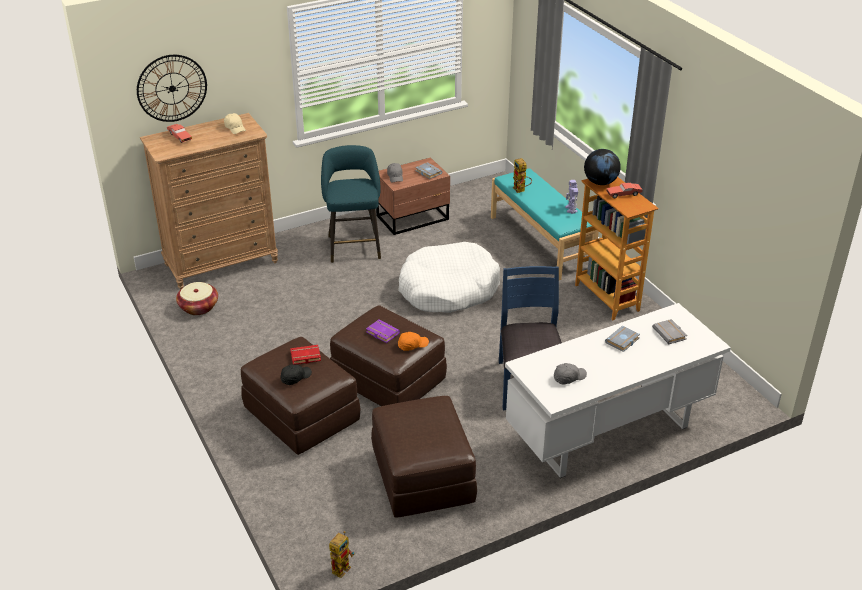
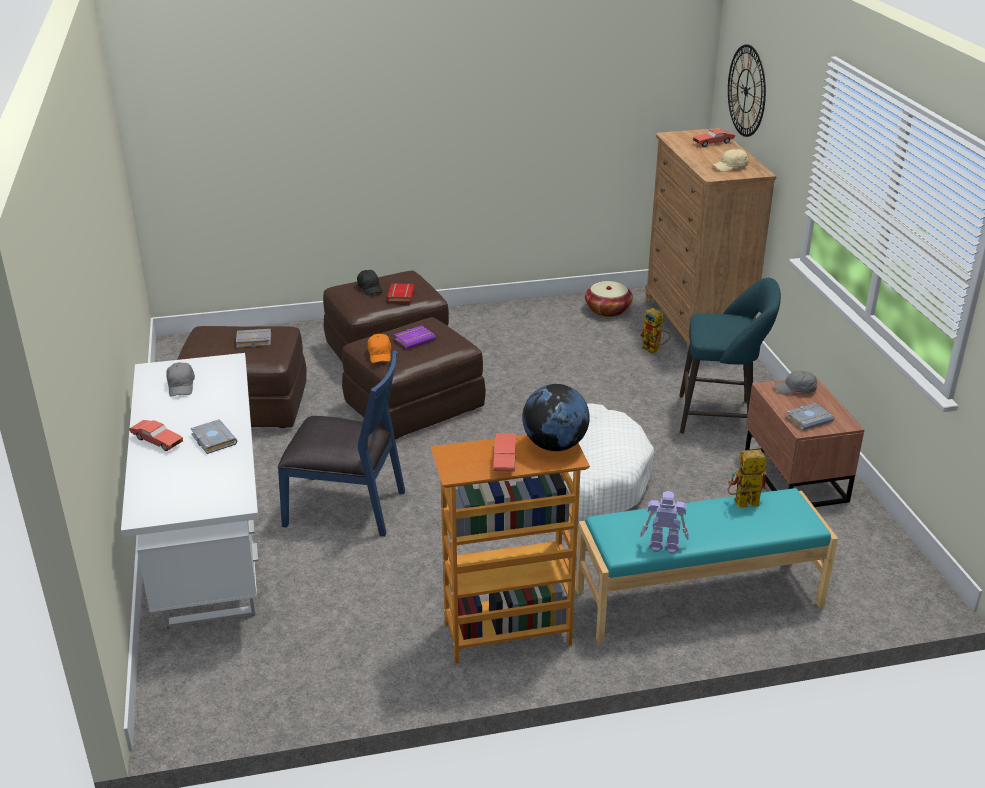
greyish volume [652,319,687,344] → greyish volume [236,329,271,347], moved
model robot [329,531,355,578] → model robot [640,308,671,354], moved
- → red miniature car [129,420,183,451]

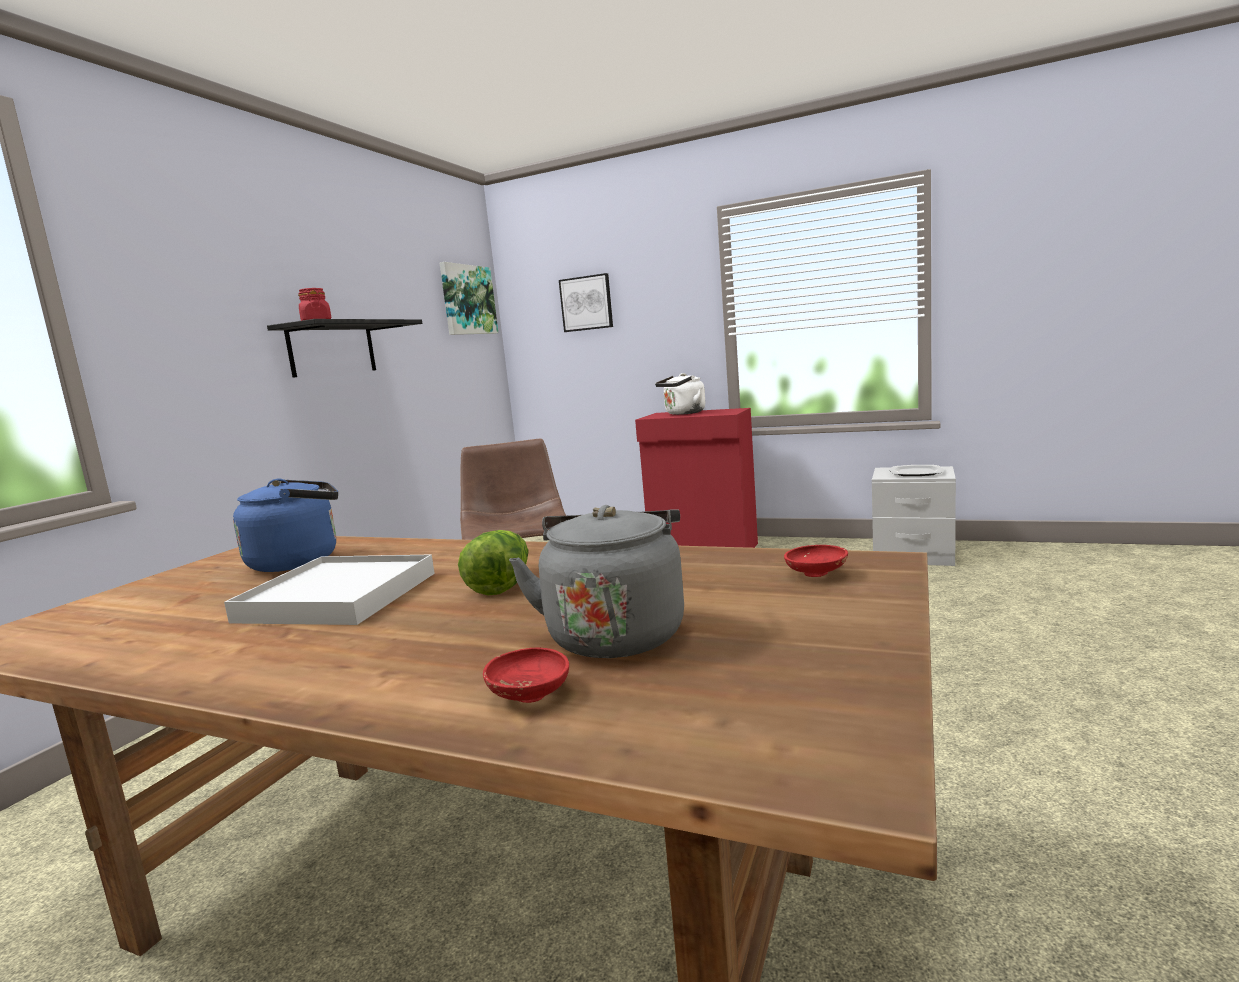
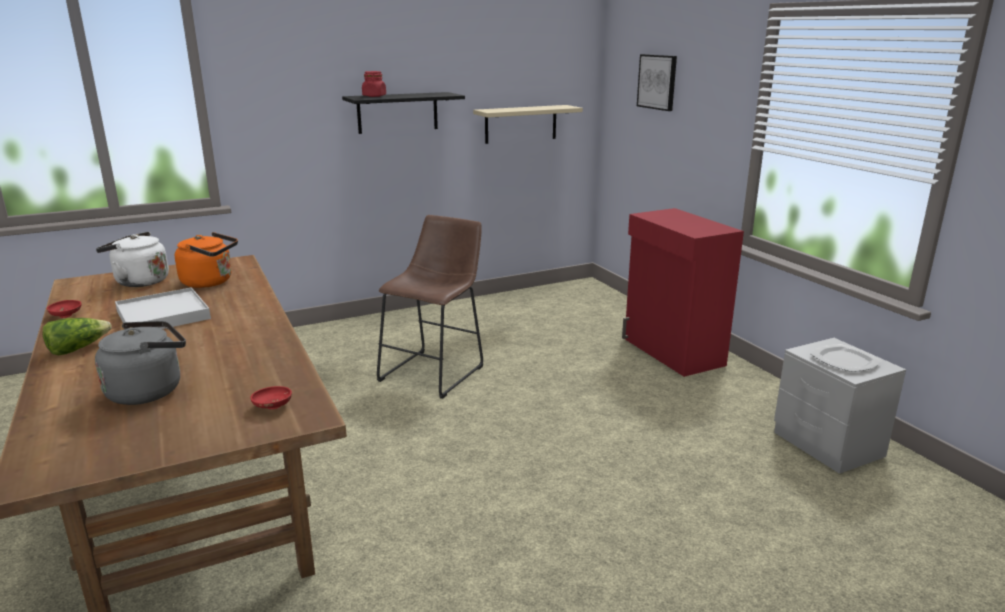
picture [440,262,498,335] → -
white-coloured water kettle [655,373,706,415] → white-coloured water kettle [96,232,169,287], moved
blue-coloured water kettle [233,479,338,572] → orangey water kettle [175,232,238,288]
lettuce head [458,530,528,596] → lettuce head [42,318,112,356], moved
red serving bowl [483,648,569,703] → red serving bowl [47,300,81,318], moved
- → sand-coloured wall shelf [473,105,583,144]

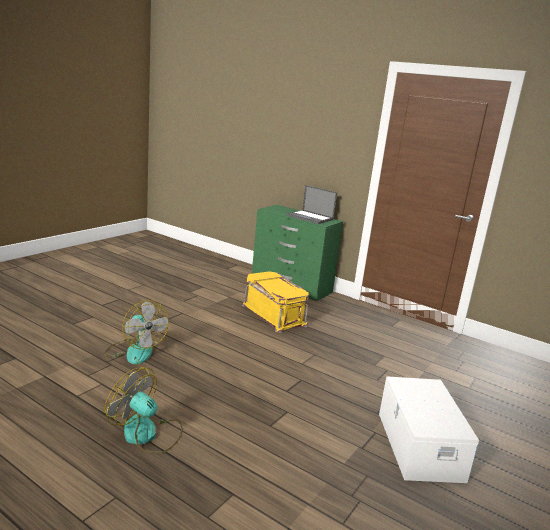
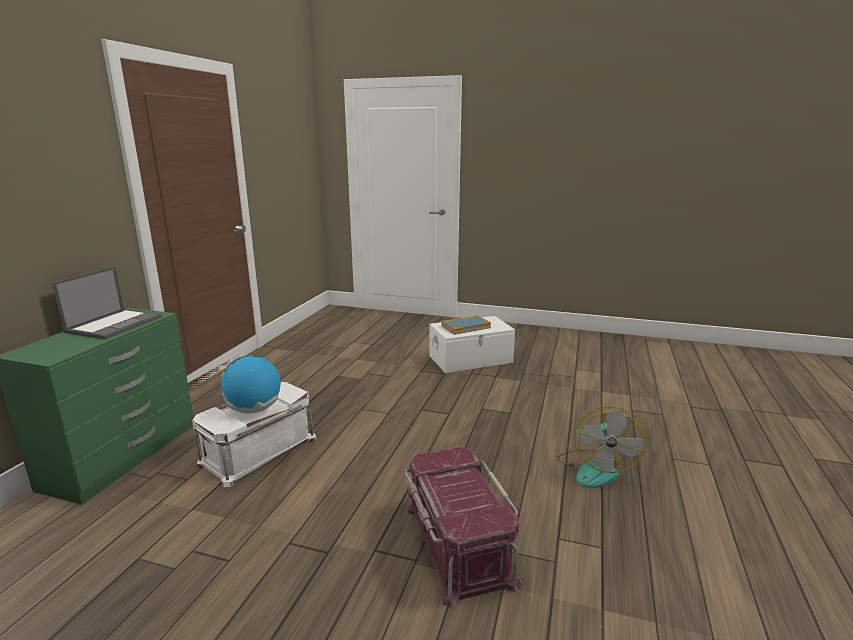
yellow storage box [242,271,310,333] → white-coloured storage box [192,382,317,487]
cooling fan [105,300,169,364] → red storage box [404,447,521,608]
- → volume [442,315,491,335]
- → desk globe [221,355,281,413]

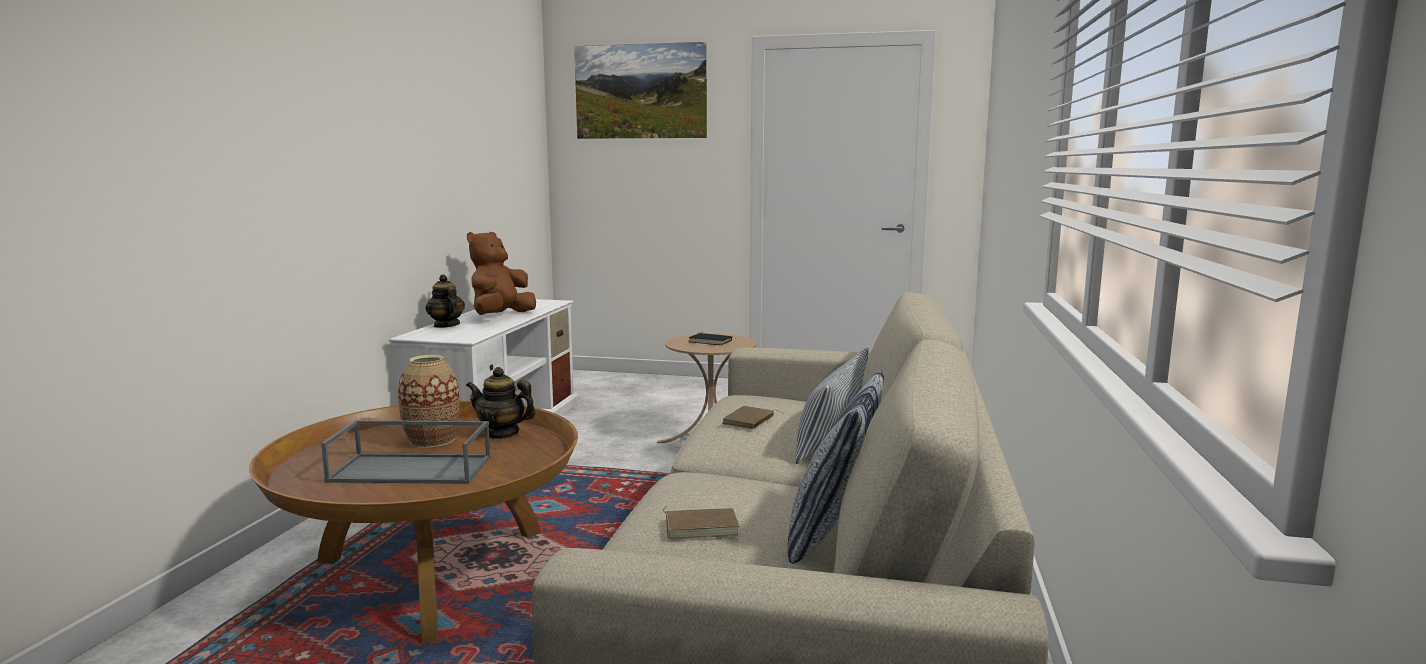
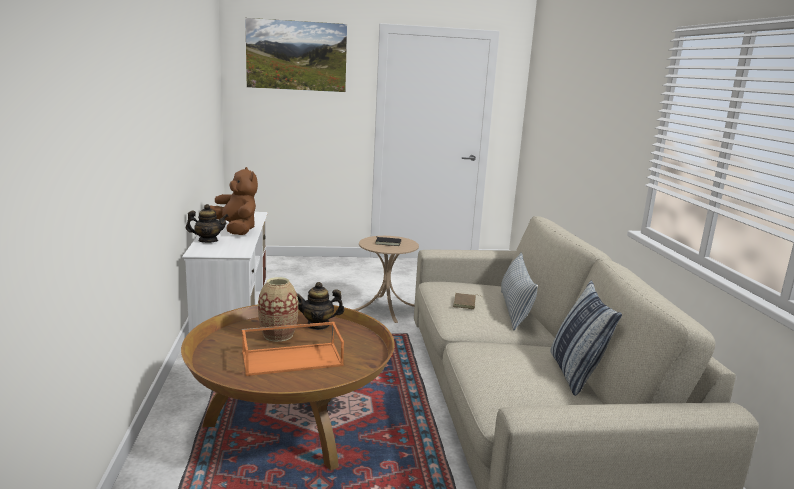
brownish soft toy [467,232,536,315] → brownish soft toy [209,167,258,235], 135 degrees clockwise
pot for tea [425,274,465,328] → pot for tea [186,204,229,243], 135 degrees clockwise
greyish tray [321,420,491,484] → orangey tray [242,322,344,376]
brownish volume [663,506,740,539] → -

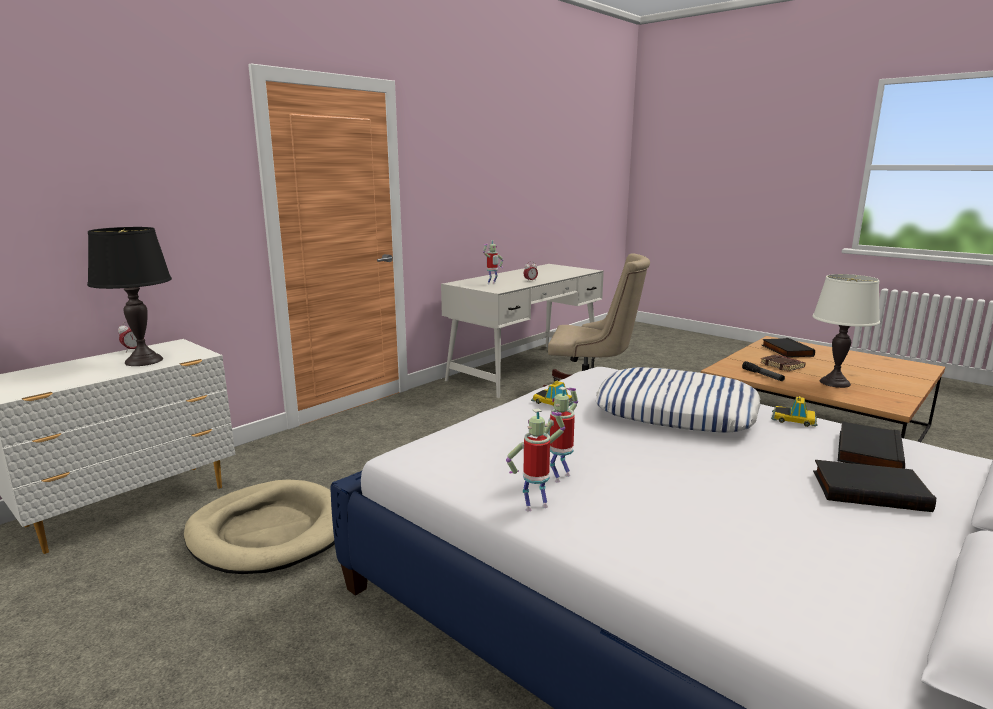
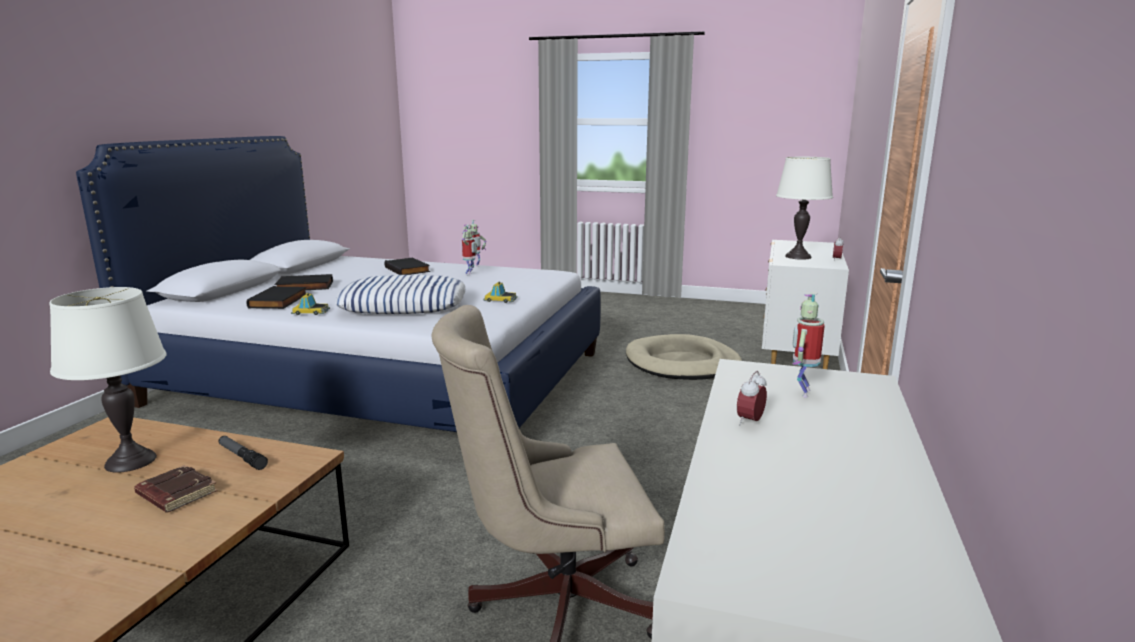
black-coloured table lamp [87,227,172,366] → white-coloured table lamp [776,157,833,260]
black-coloured volume [762,338,815,358] → black-coloured volume [384,258,430,275], moved

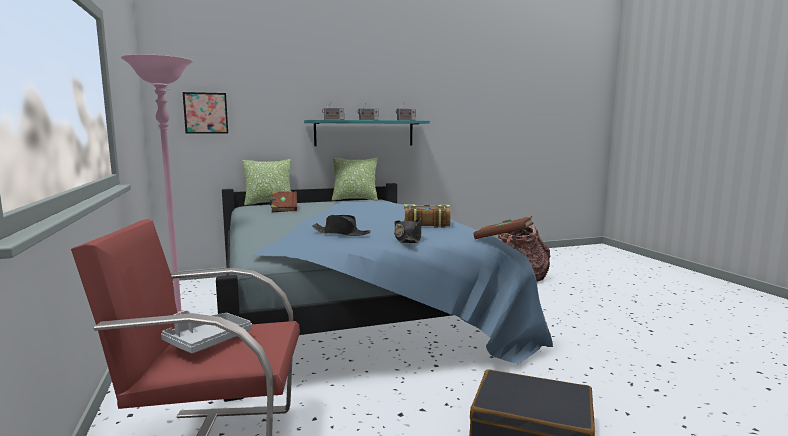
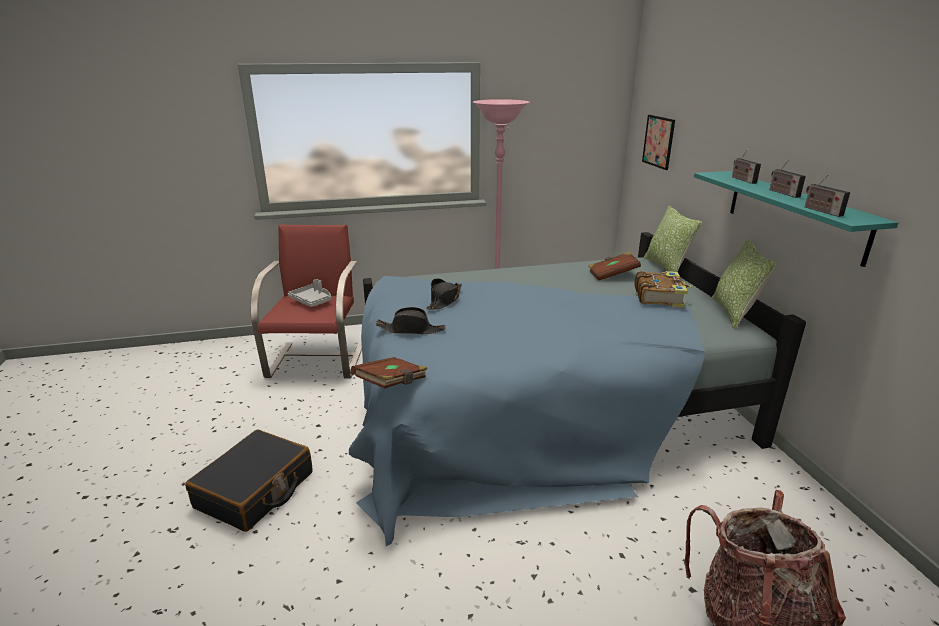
volume [404,204,451,228] → volume [634,271,692,308], moved

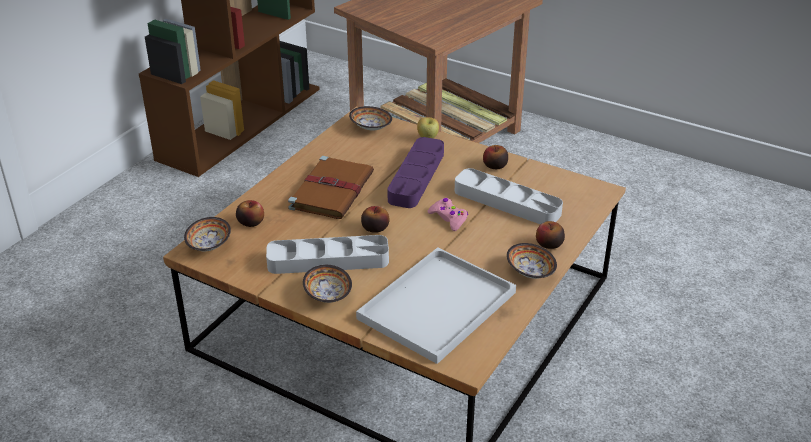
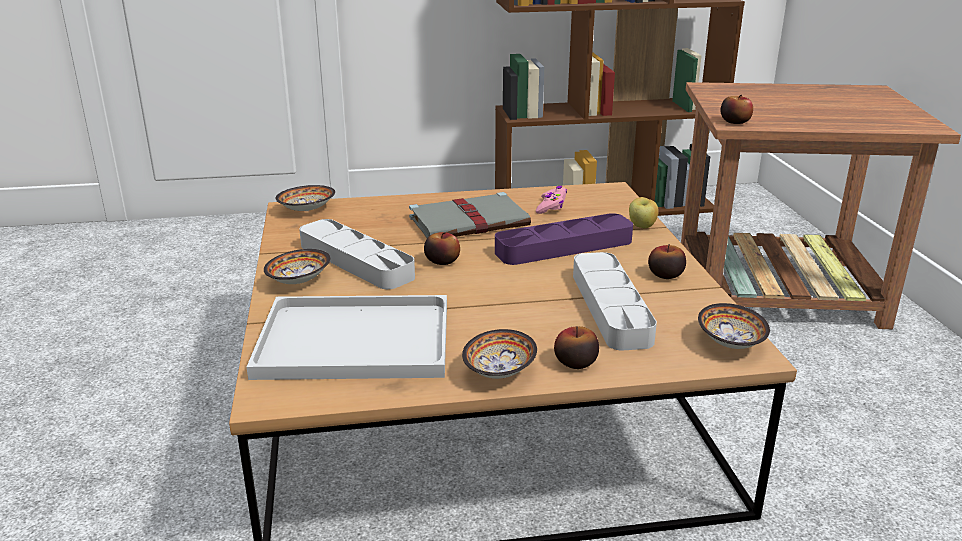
serving bowl [349,106,392,130] → serving bowl [698,303,770,349], moved
brownish volume [288,156,374,219] → greyish volume [409,192,531,238]
pink-coloured gamepad [428,198,468,231] → pink-coloured gamepad [536,186,567,214], moved
apple fruit [236,200,264,227] → apple fruit [720,95,753,124], moved

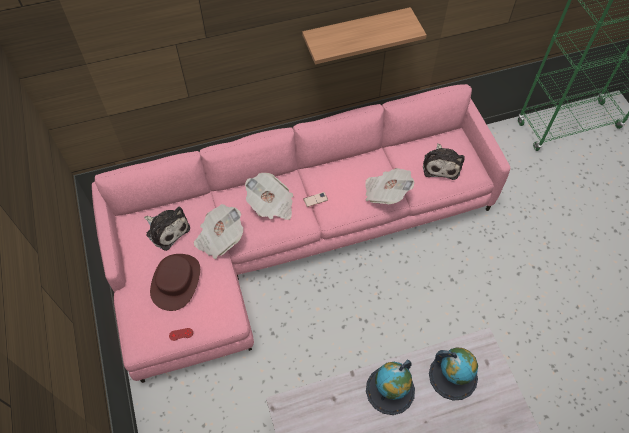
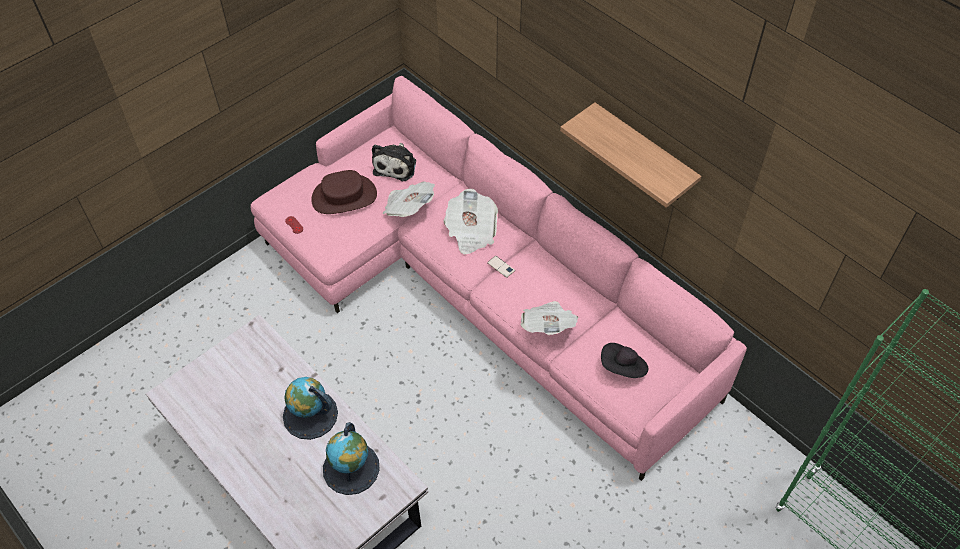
soft toy [423,143,465,180] → black-coloured clothing hat [601,343,648,378]

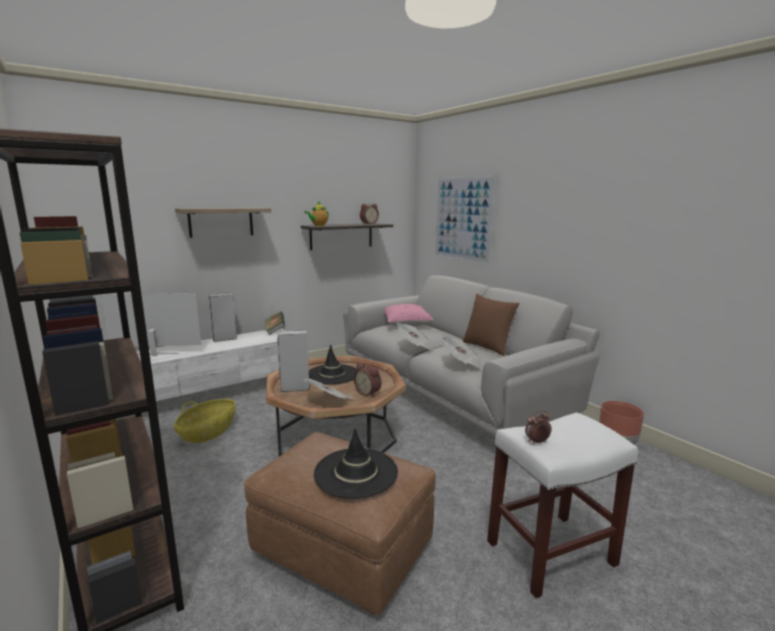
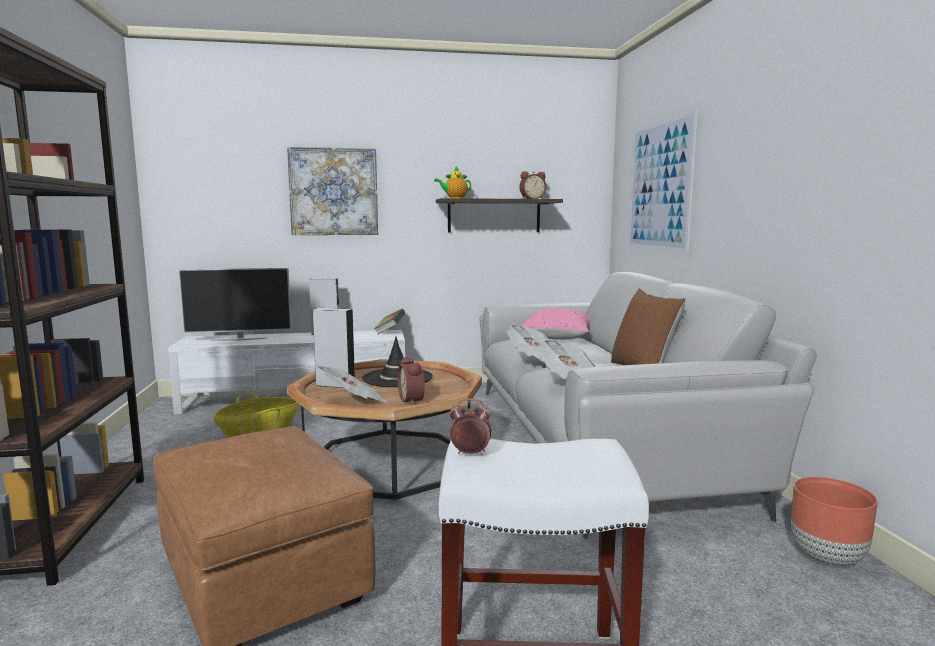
wall shelf [175,208,271,238] → picture [287,147,378,235]
TV set [101,293,201,356] → TV set [178,268,292,341], 150 degrees clockwise
black-coloured clothing hat [314,428,398,499] → -

